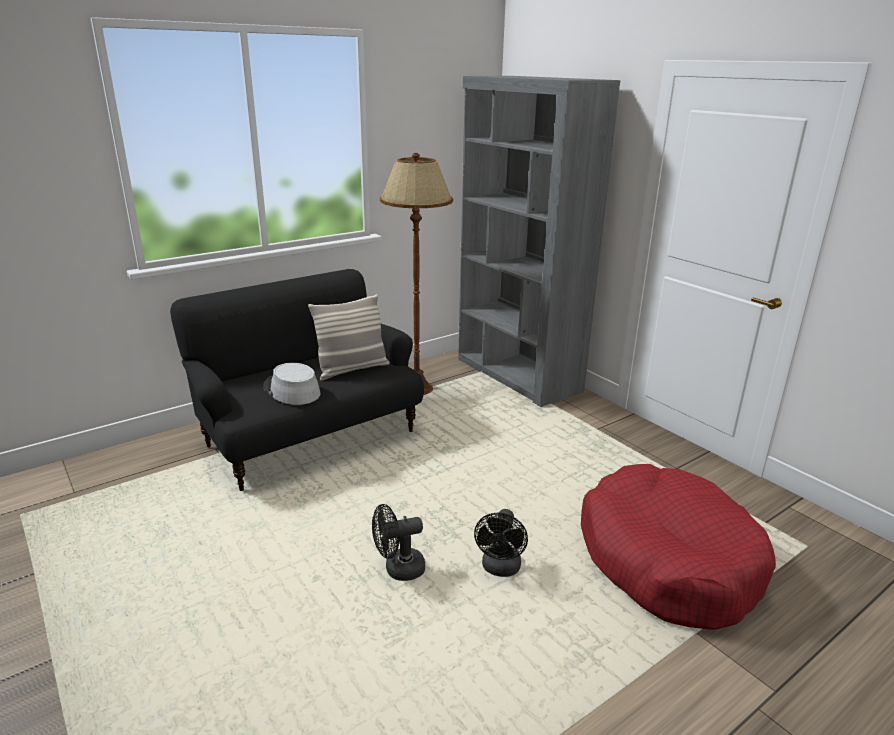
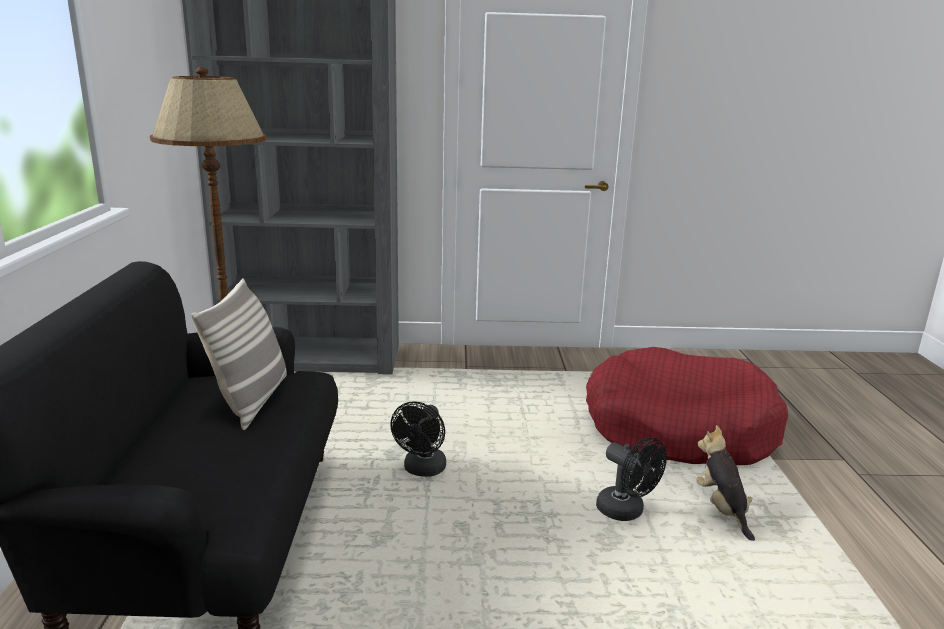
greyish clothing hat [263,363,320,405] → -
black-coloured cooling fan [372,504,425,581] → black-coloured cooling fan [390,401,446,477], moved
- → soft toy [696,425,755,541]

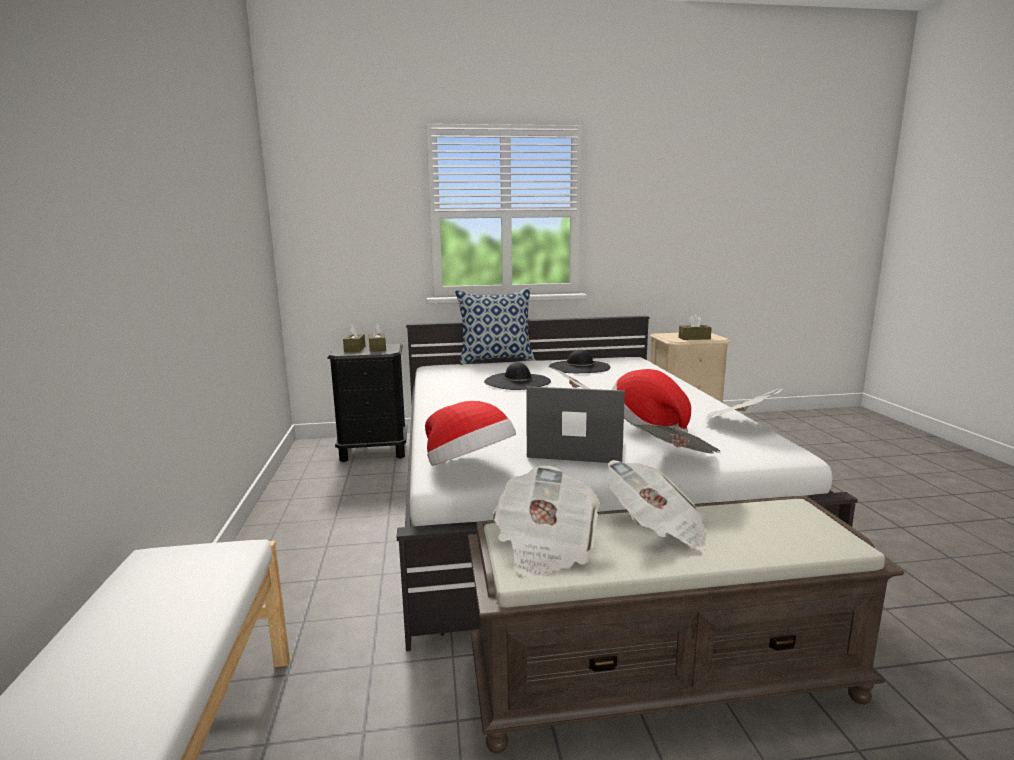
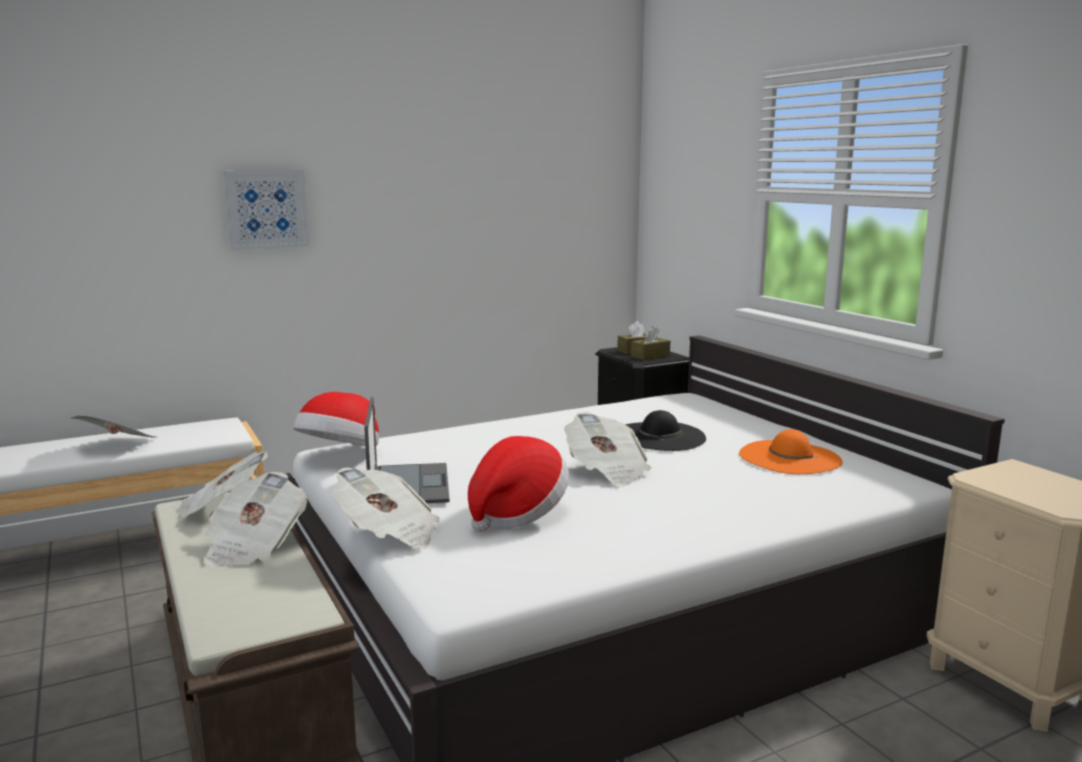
throw pillow [455,288,536,365] → -
brownish box of tissues [679,314,712,340] → -
black-coloured clothing hat [549,350,611,373] → orangey clothing hat [739,429,843,474]
printed paper [705,389,782,420] → printed paper [71,416,155,438], moved
- → picture [223,170,309,250]

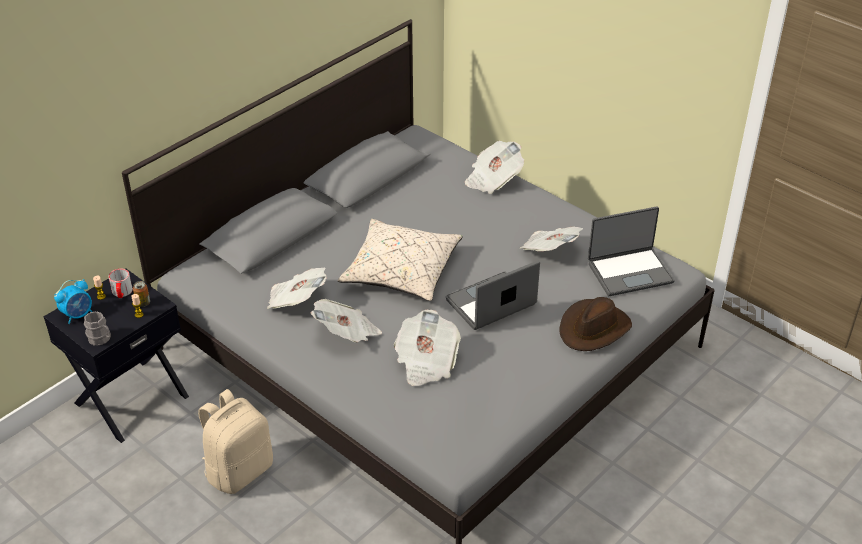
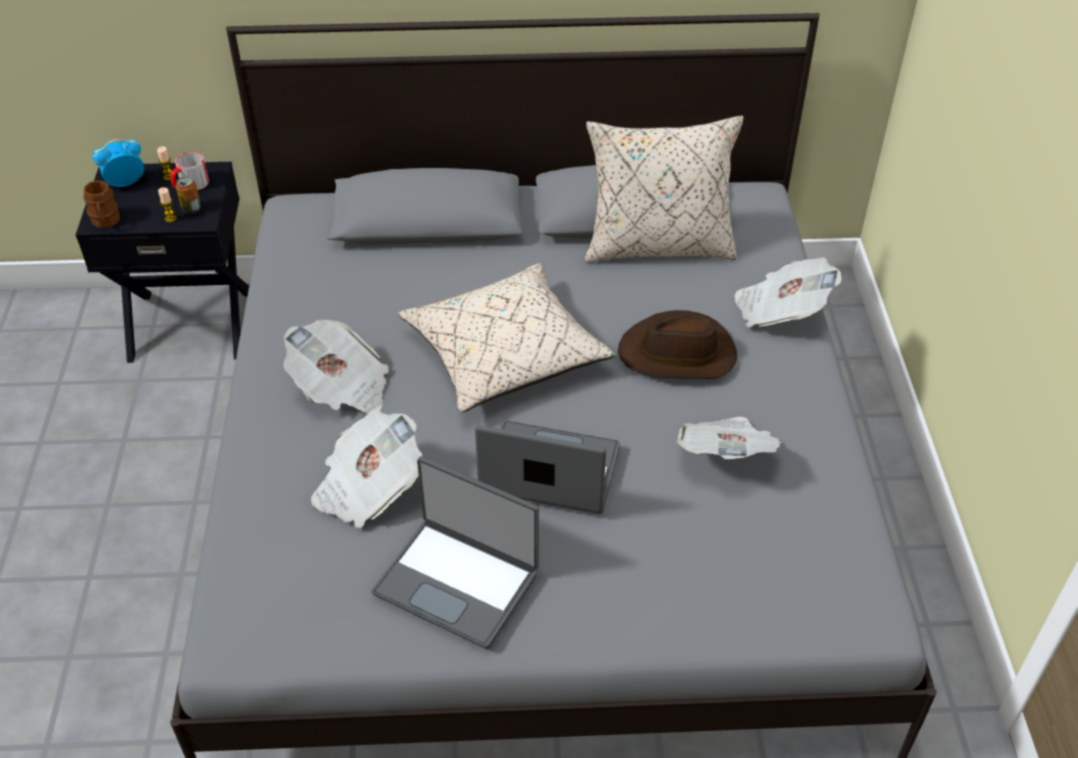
laptop [588,206,675,296] → laptop [371,456,539,649], moved
printed paper [267,268,327,309] → -
table clock [54,279,92,324] → table clock [92,139,144,187], 150 degrees clockwise
brownish clothing hat [560,297,632,351] → brownish clothing hat [618,310,737,379], moved
greyish mug [84,311,111,346] → brownish mug [83,180,120,228]
sand-coloured knapsack [198,389,273,494] → -
- → sand-coloured throw pillow [585,115,744,263]

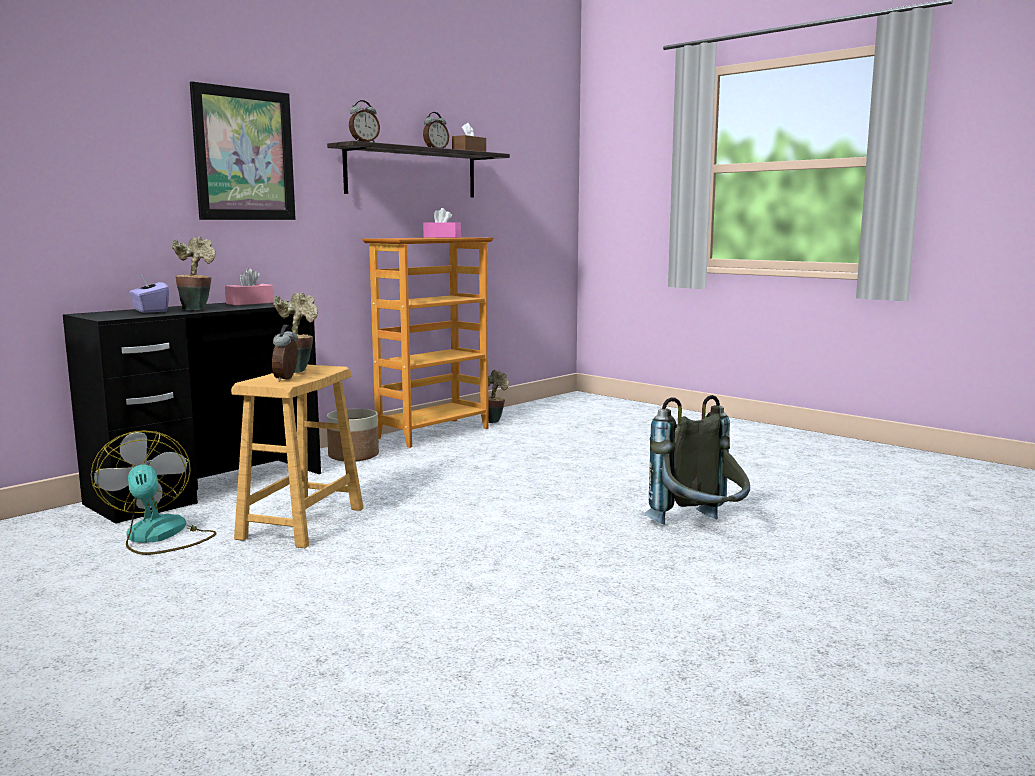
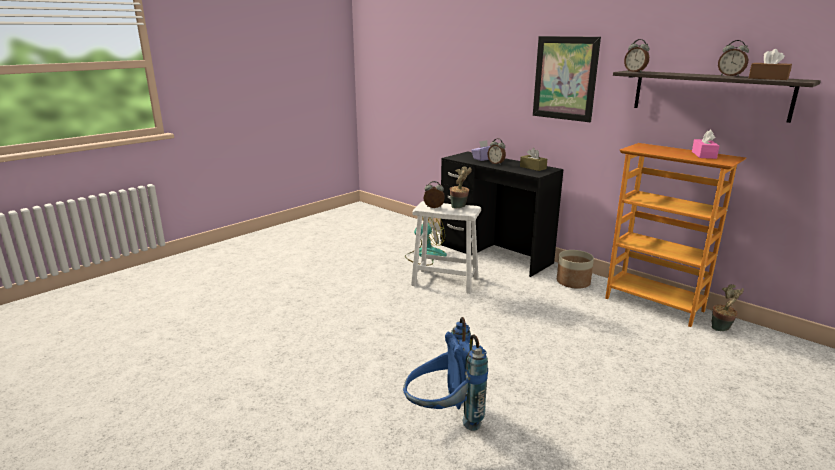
houseplant [172,236,216,311] → table clock [488,139,506,165]
pink-coloured box of tissues [225,268,273,305] → brownish box of tissues [520,148,547,171]
brownish sitting stool [231,365,364,548] → white-coloured sitting stool [411,201,481,294]
greyish knapsack [644,395,750,525] → blue-coloured knapsack [403,317,488,431]

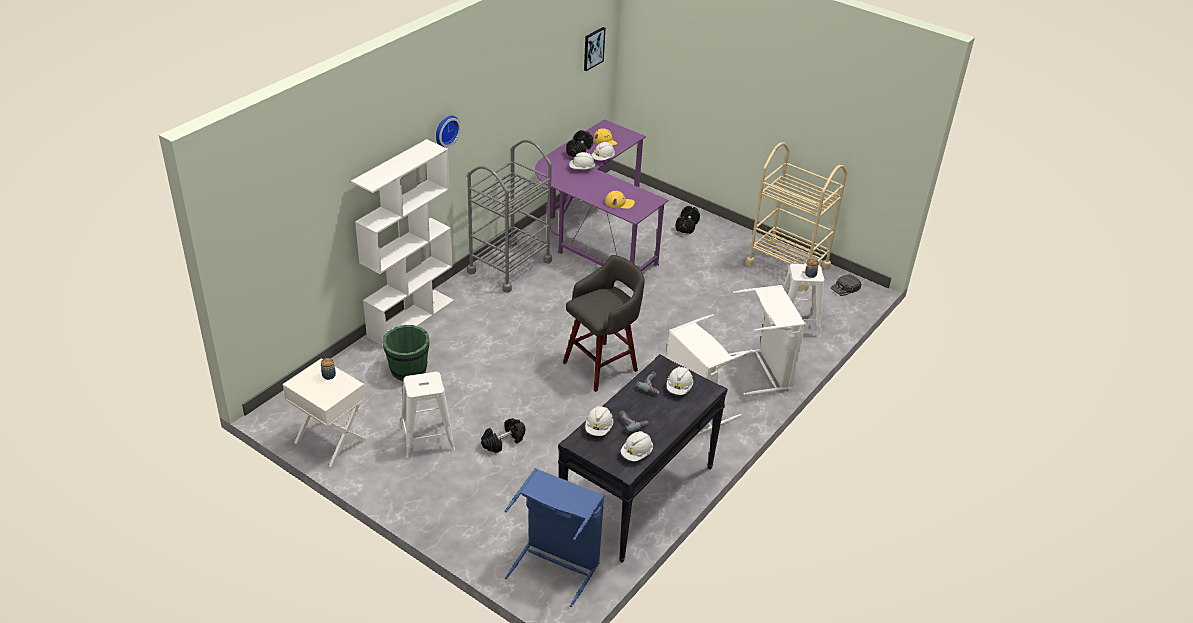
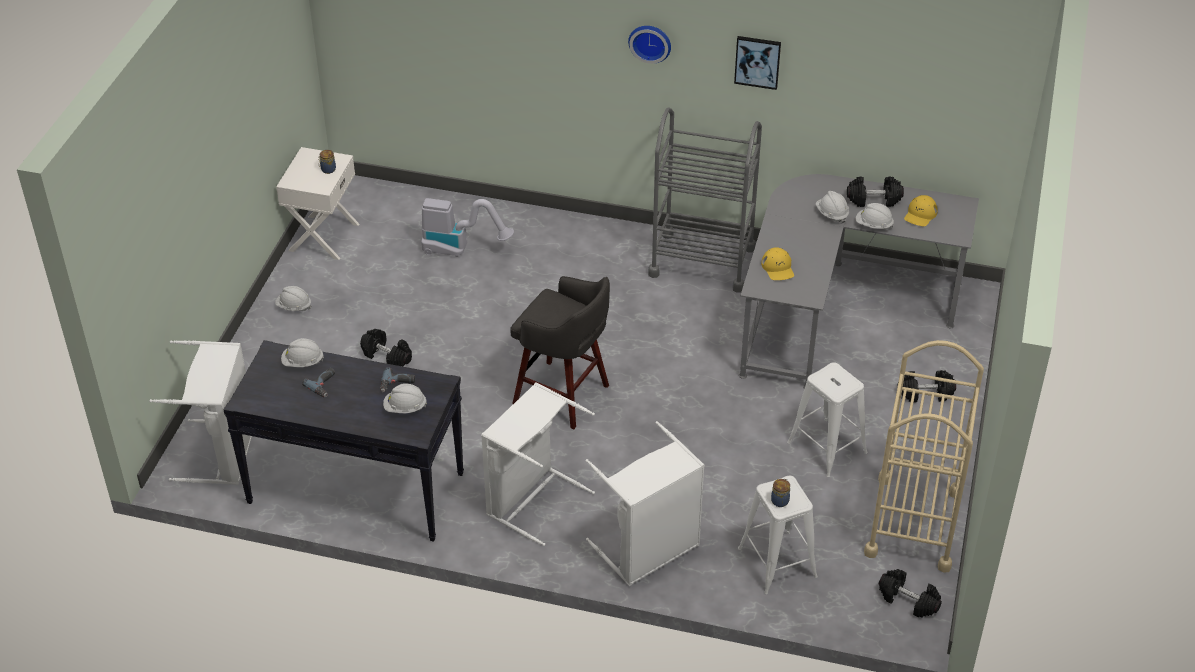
picture [584,27,605,71] → picture [734,36,781,90], moved
purple desk [535,119,669,272] → greyish desk [739,174,979,389]
white-coloured bookcase [351,139,454,346] → -
black-coloured peaked cap [831,274,861,296] → black-coloured dumbbell [879,569,942,618]
green-coloured pail [382,325,430,381] → hoover [421,198,514,257]
white-coloured sitting stool [400,372,455,458] → white-coloured sitting stool [787,362,868,477], moved
white-coloured hard hat [621,431,653,461] → white-coloured hard hat [275,286,312,311], moved
blue-coloured washing basket [505,468,604,607] → white-coloured washing basket [149,340,252,485]

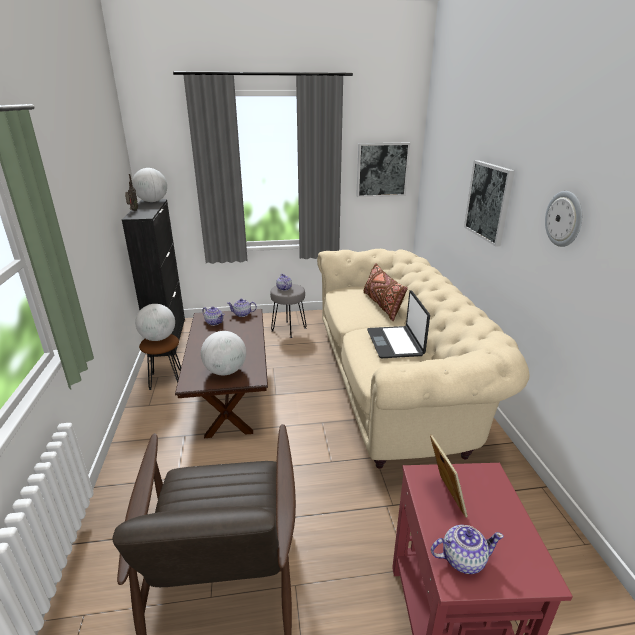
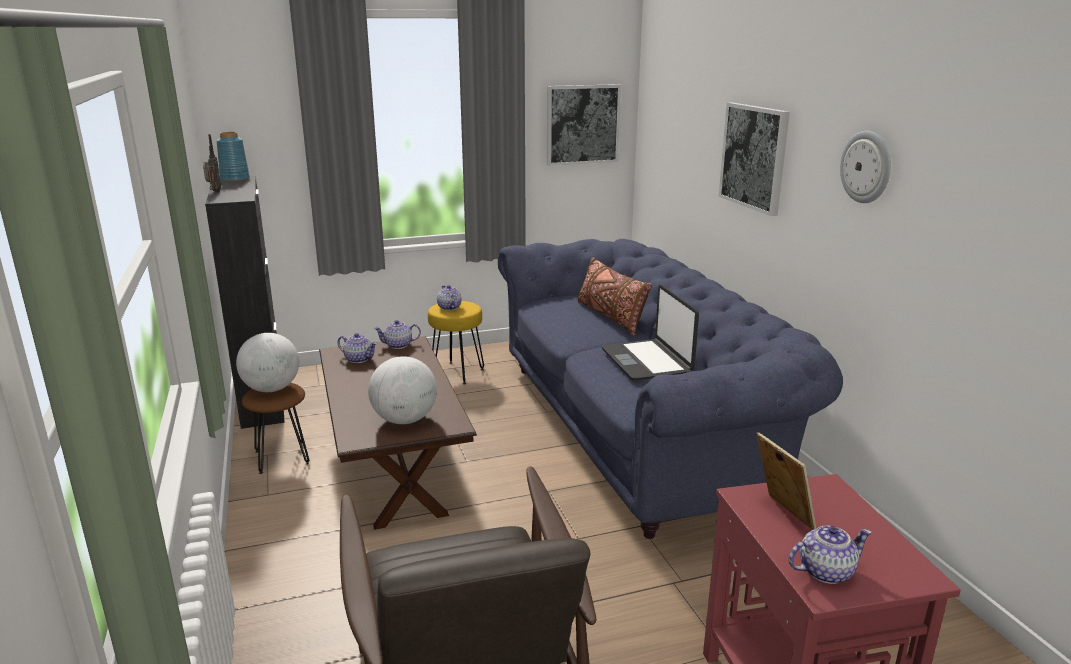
desk globe [132,168,167,202] → blue-coloured decorative vase [217,132,250,182]
sand-coloured couch [317,249,530,469] → blue-coloured couch [498,239,843,539]
greyish sitting stool [270,284,306,338] → yellow sitting stool [428,301,484,385]

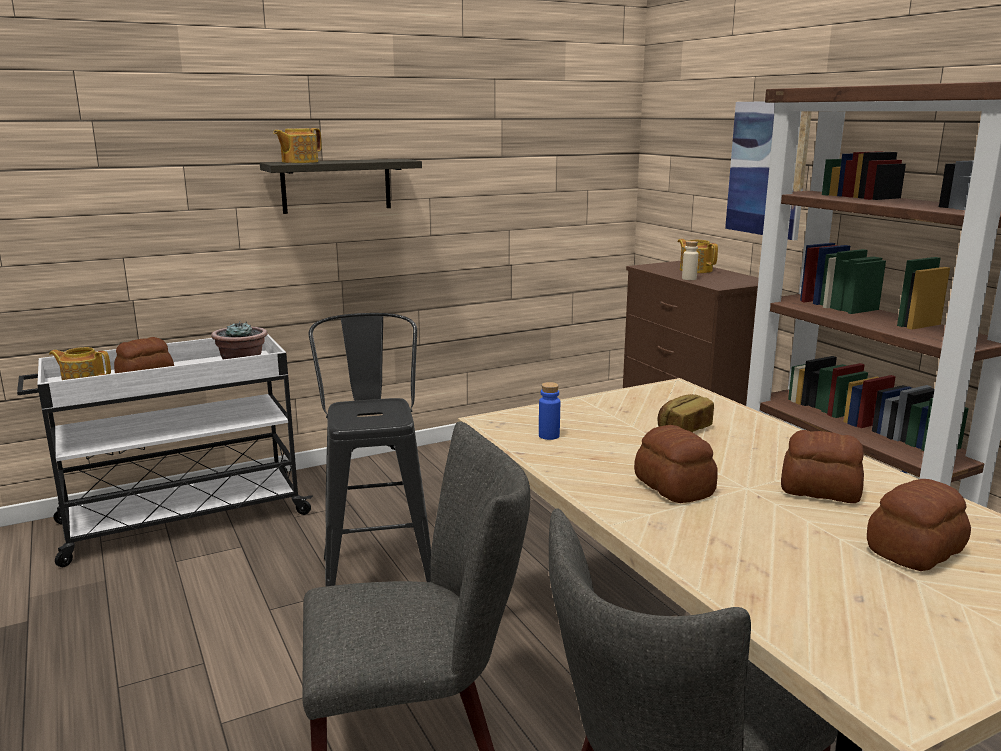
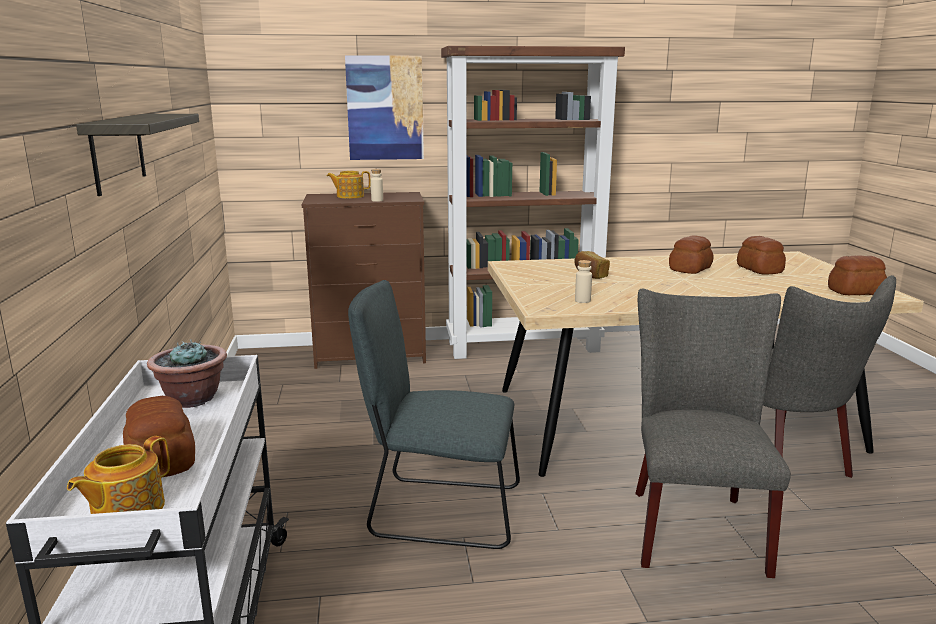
pot for tea [273,128,322,163] → -
black-coloured sitting stool [309,313,431,586] → greyish upright chair [348,280,520,549]
blue-coloured drink bottle [539,382,560,440] → sand-coloured drink bottle [575,260,592,303]
bread [634,425,718,503] → bread [828,256,887,295], moved

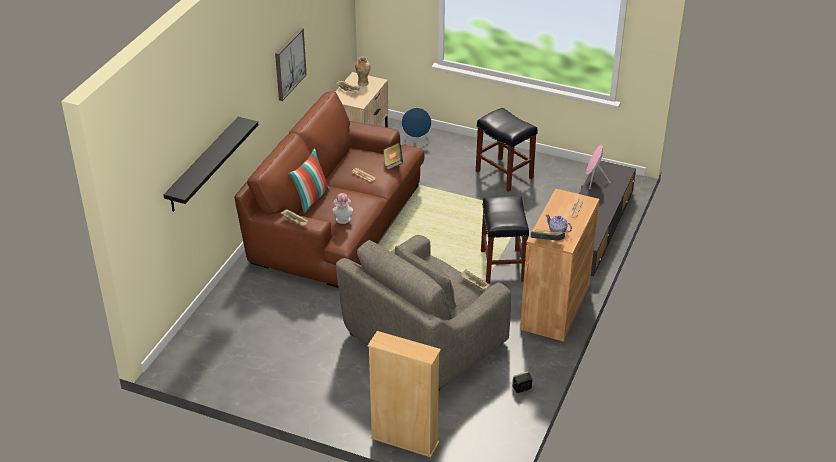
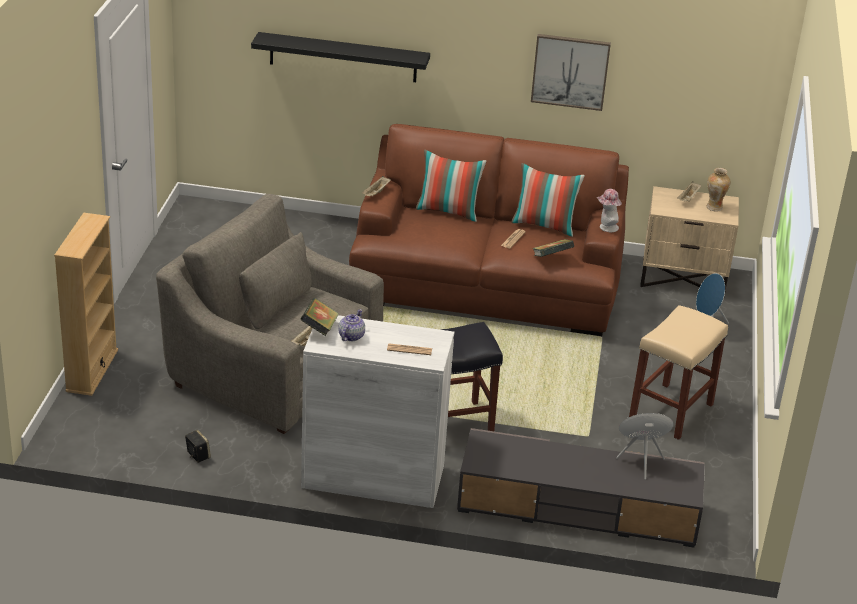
black-coloured sitting stool [476,108,538,192] → sand-coloured sitting stool [629,305,728,440]
brownish cabinet [520,189,599,342] → white-coloured cabinet [301,315,454,508]
clothing hat [332,193,353,224] → clothing hat [597,189,622,232], moved
- → throw pillow [511,163,585,237]

